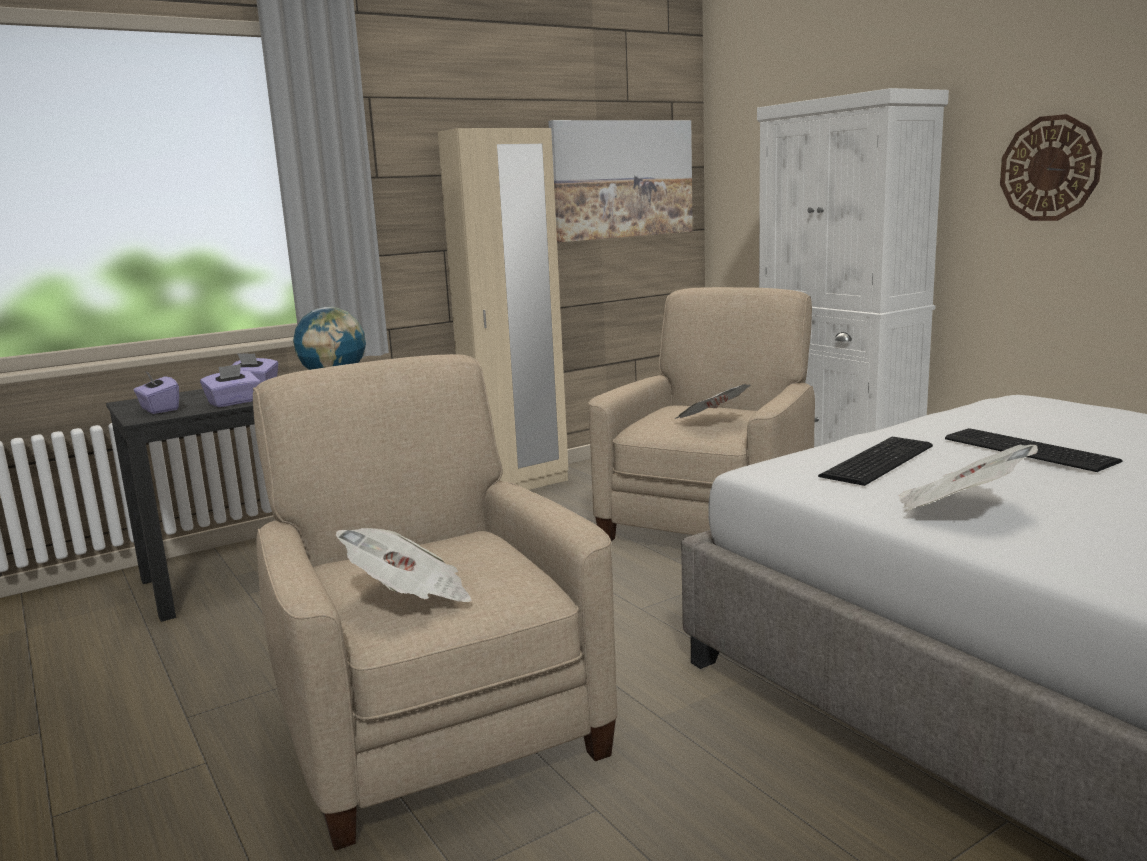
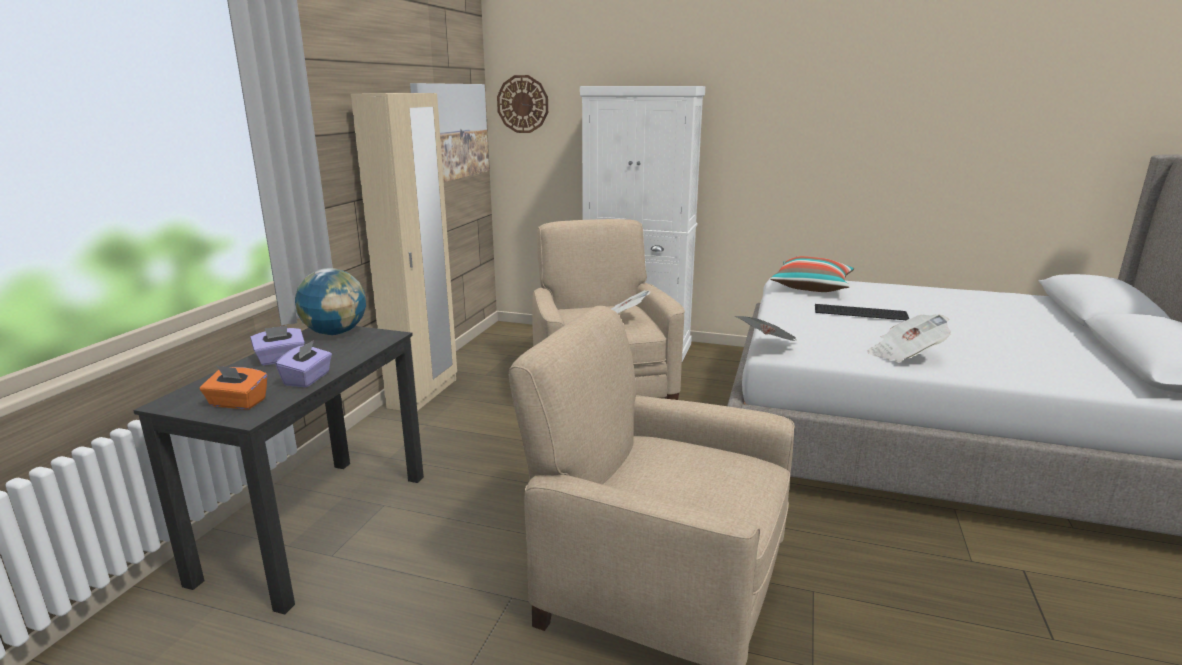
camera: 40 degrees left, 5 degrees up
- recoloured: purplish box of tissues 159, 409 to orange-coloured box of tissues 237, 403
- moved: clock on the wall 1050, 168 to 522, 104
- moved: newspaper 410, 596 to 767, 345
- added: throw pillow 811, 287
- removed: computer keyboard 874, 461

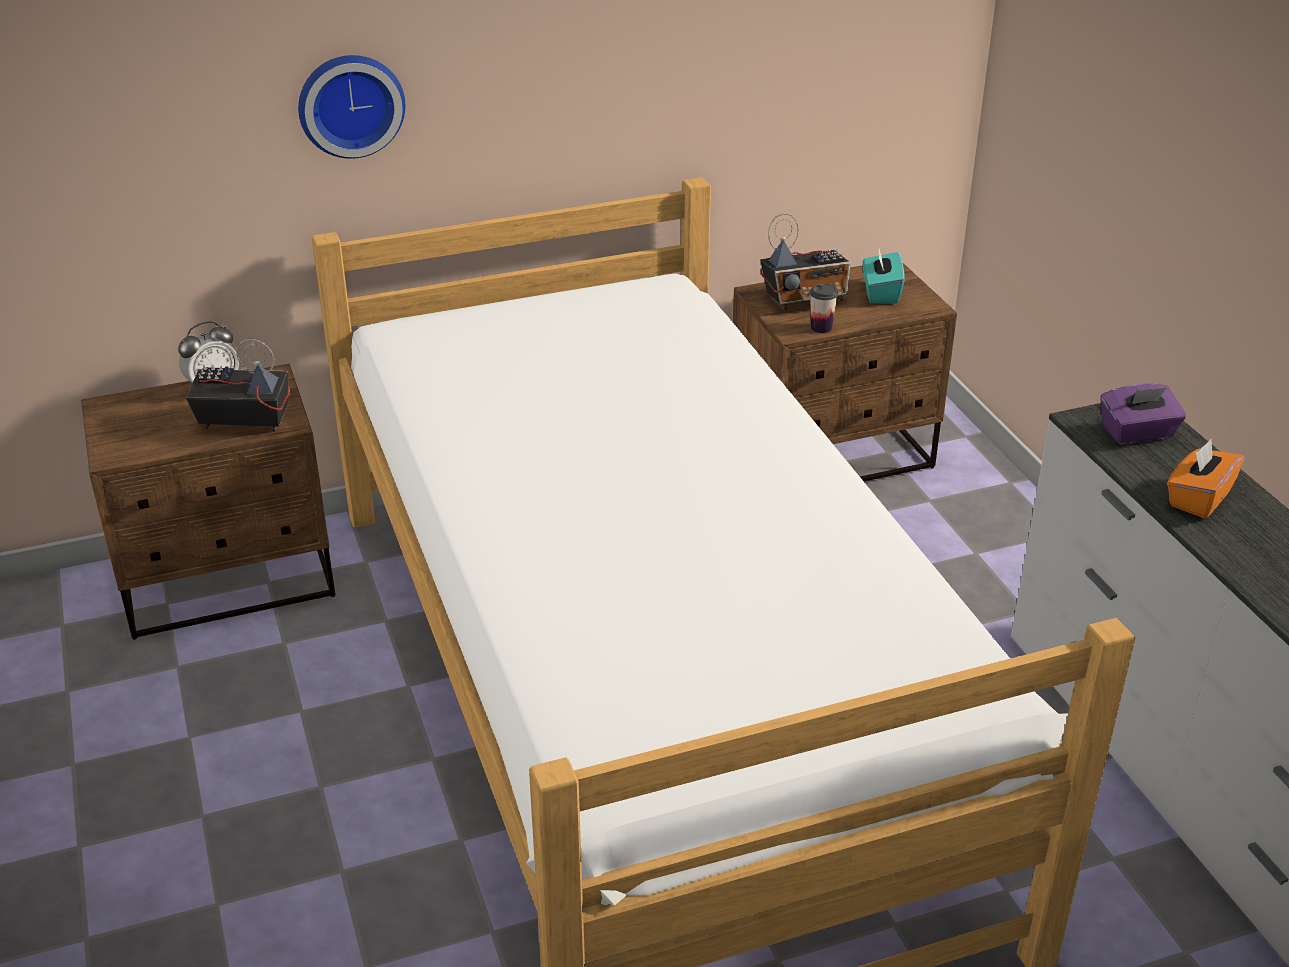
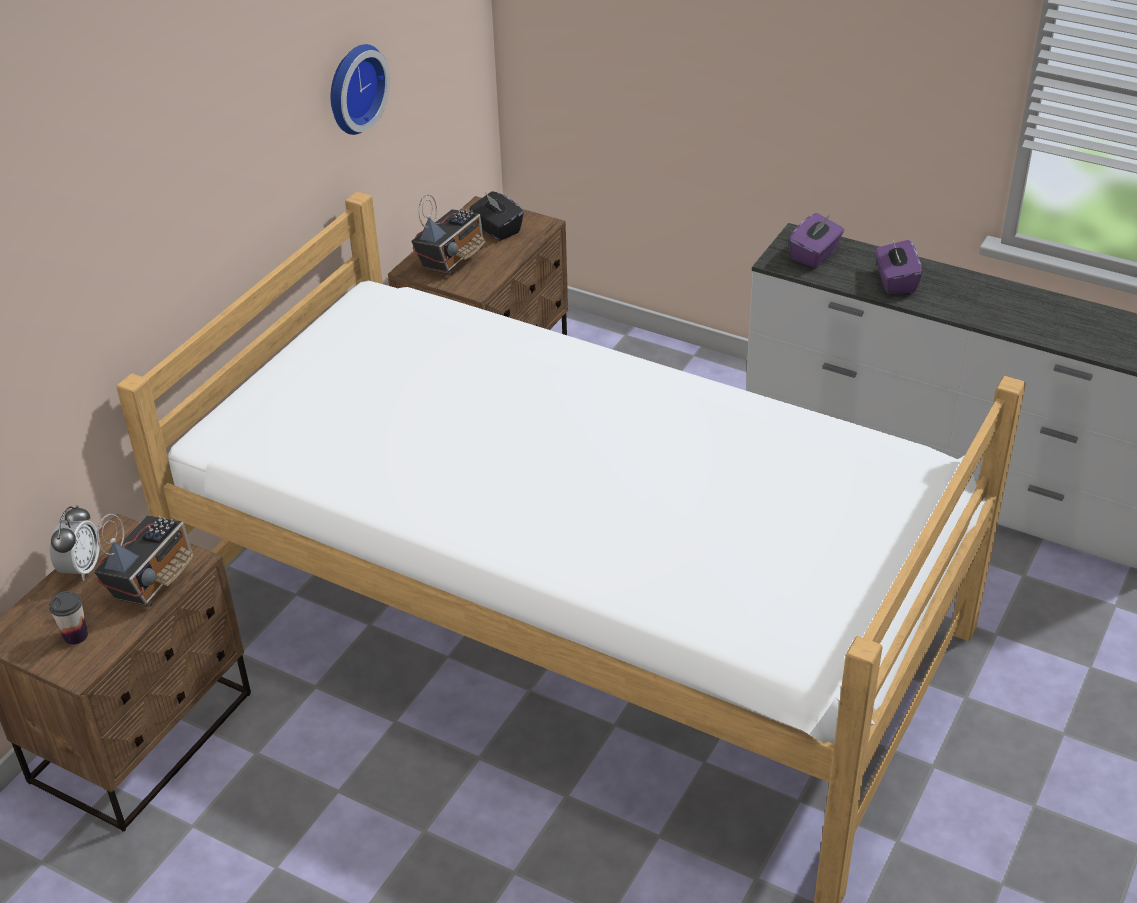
camera: 40 degrees left, 5 degrees up
- moved: drinking cup 821, 328 to 75, 636
- turned: radio receiver 244, 422 = 153, 580 150 degrees clockwise
- moved: clock on the wall 350, 104 to 352, 87
- recoloured: blue-green box of tissues 880, 293 to black-coloured box of tissues 497, 229
- recoloured: orange-coloured box of tissues 1198, 498 to purplish box of tissues 895, 281

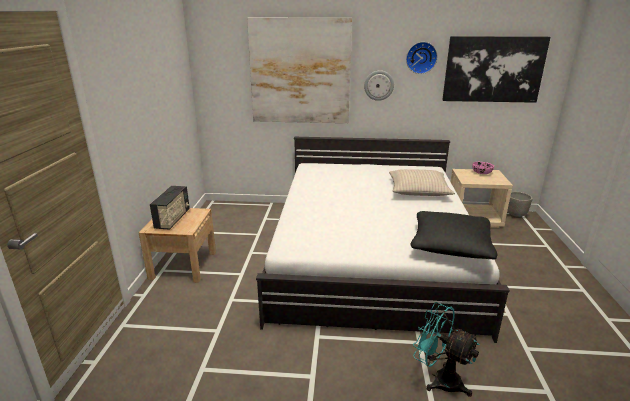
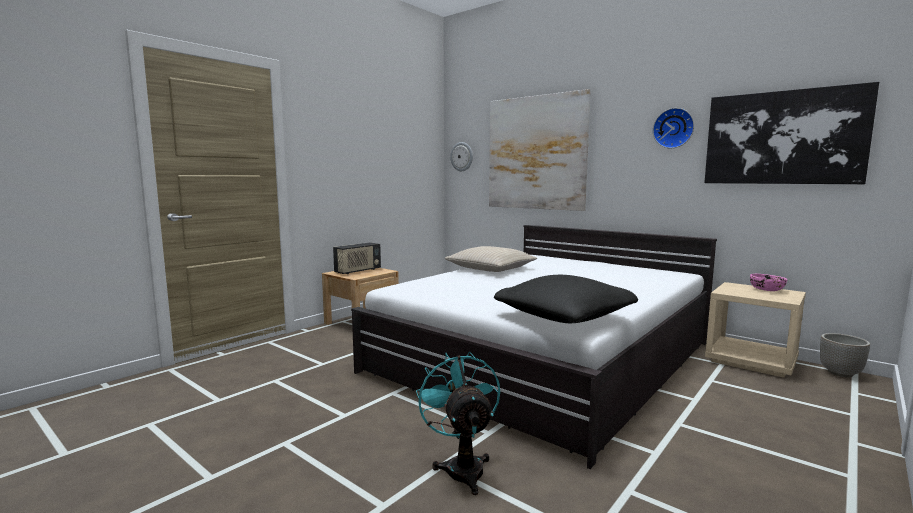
camera: 35 degrees right, 15 degrees down
- moved: beige throw pillow 418, 190 to 490, 269
- moved: clock on the wall 379, 85 to 462, 156

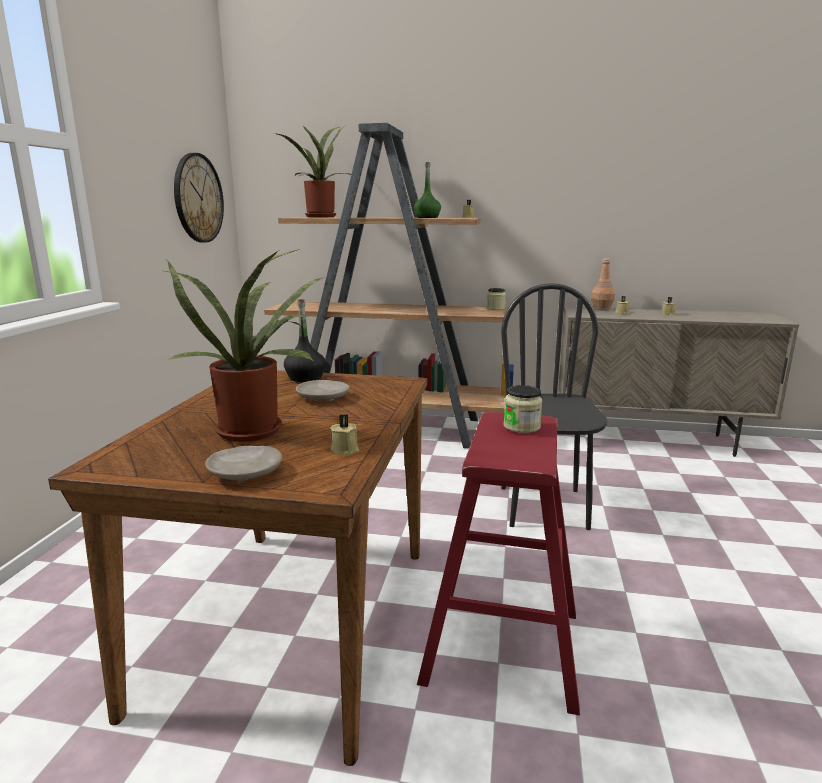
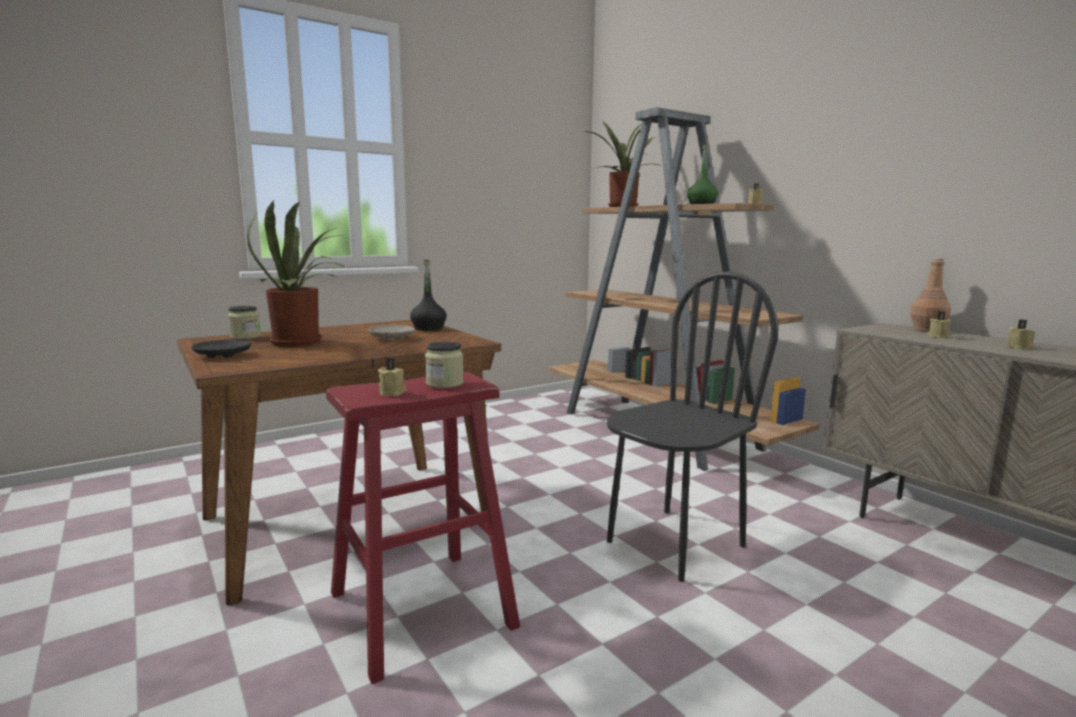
camera: 45 degrees right, 5 degrees down
- recoloured: beige flat dish 246, 473 to black-coloured flat dish 223, 355
- moved: jar 495, 308 to 245, 337
- moved: beige wax candle 345, 449 to 393, 392
- removed: clock on the wall 198, 198

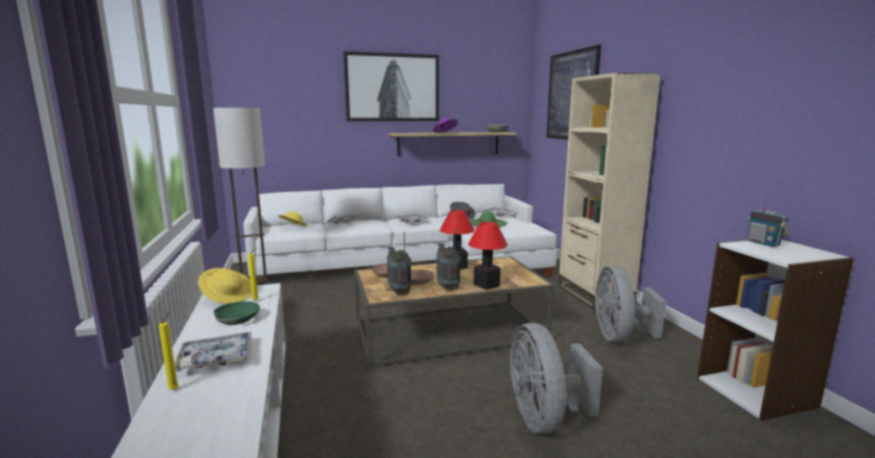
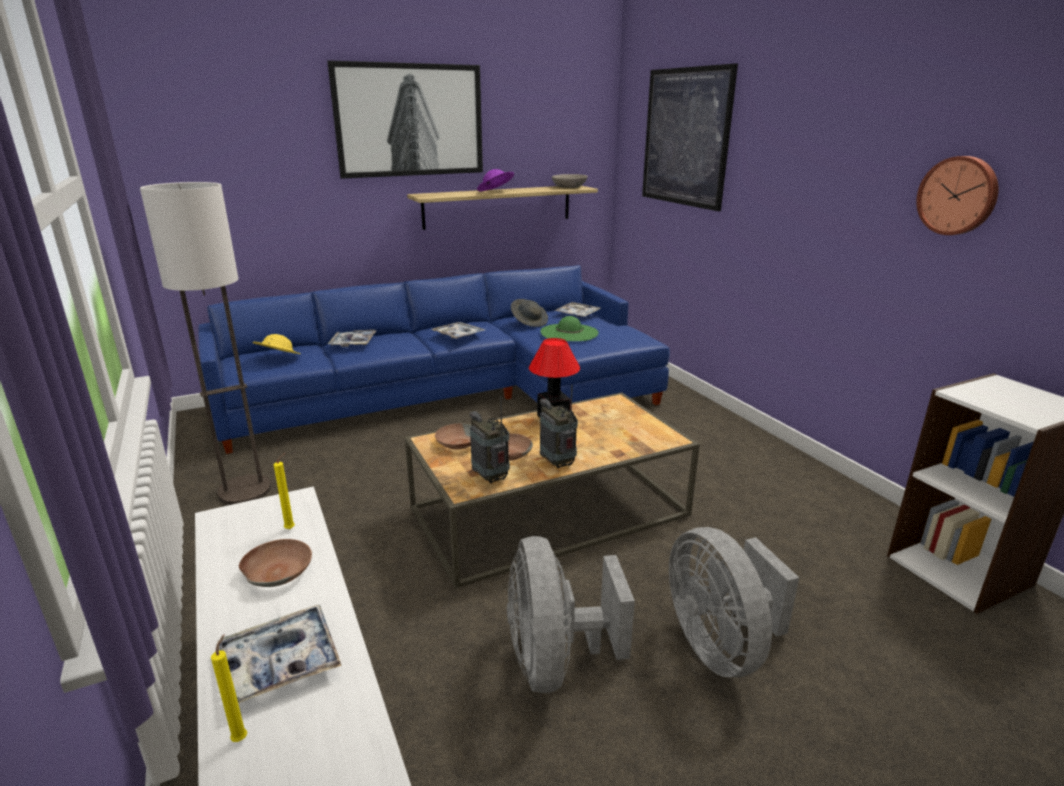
camera: 10 degrees left, 10 degrees up
- recoloured: whitish couch 412, 264 to blue couch 458, 394
- recoloured: greenish deep dish 237, 319 to brown-coloured deep dish 278, 572
- moved: grey cooling fan 619, 337 to 556, 660
- added: clock on the wall 958, 196
- removed: yellow-coloured hat 228, 297
- removed: tabletop lamp 487, 285
- removed: beige shelving unit 594, 294
- removed: radio receiver 764, 243

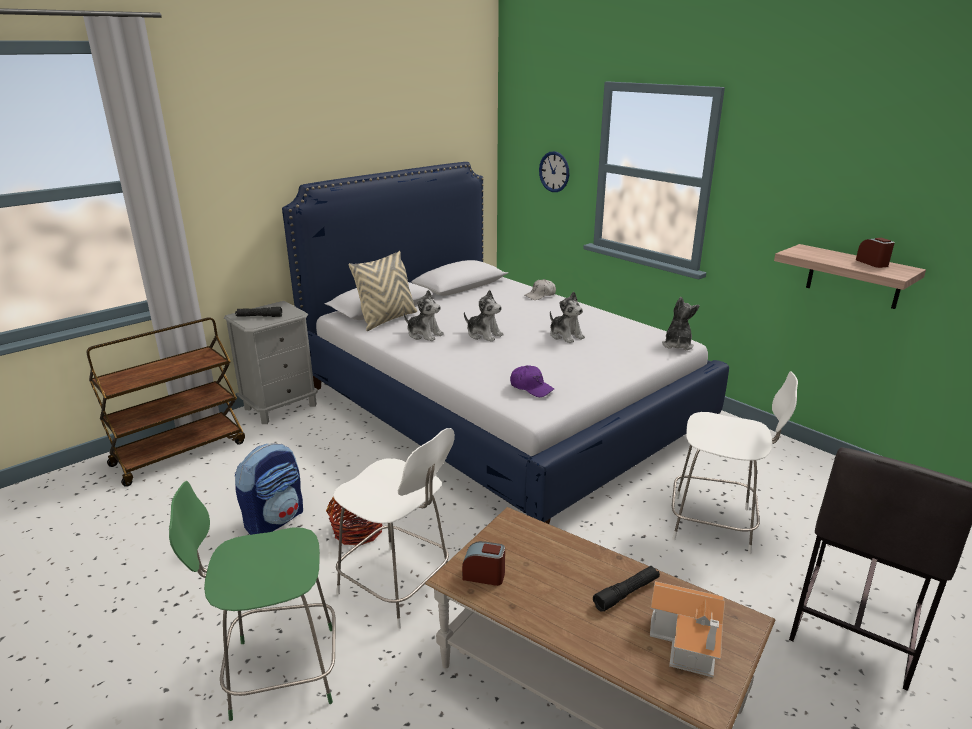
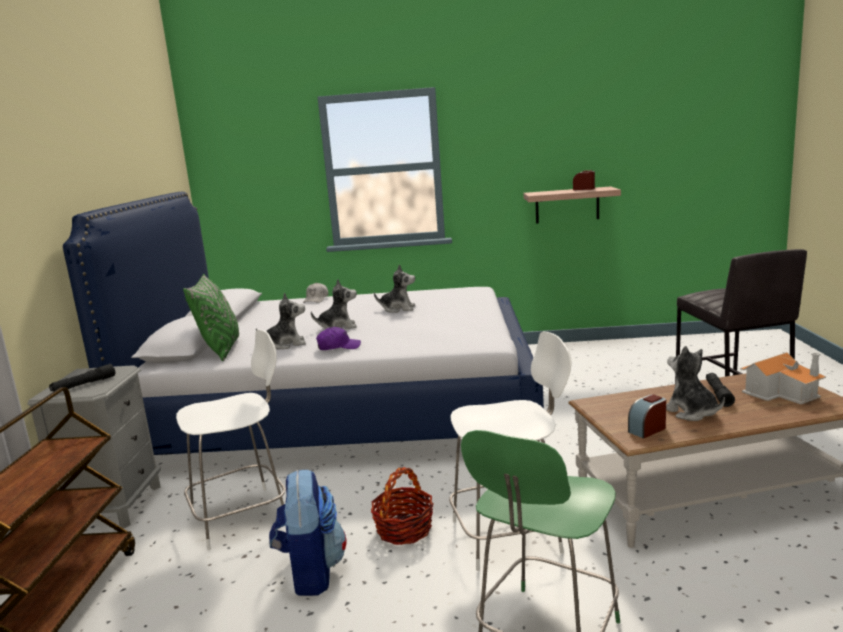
camera: 45 degrees left, 10 degrees down
- moved: whitish chair 715, 524 to 243, 516
- recoloured: beige throw pillow 387, 320 to greenish throw pillow 221, 350
- moved: purplish cap 531, 387 to 338, 347
- moved: soft toy 677, 345 to 691, 412
- removed: clock on the wall 554, 172

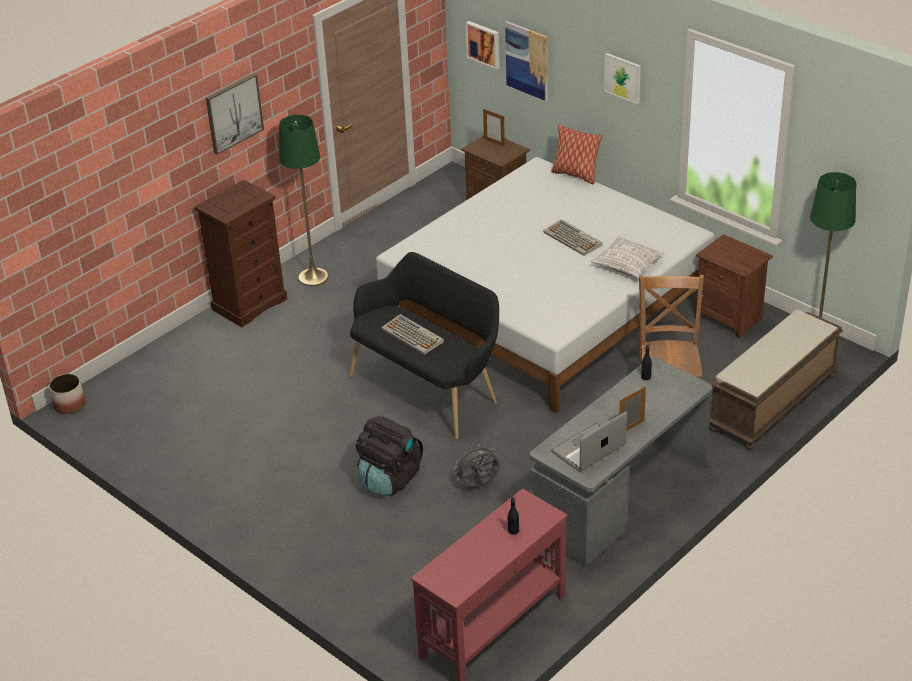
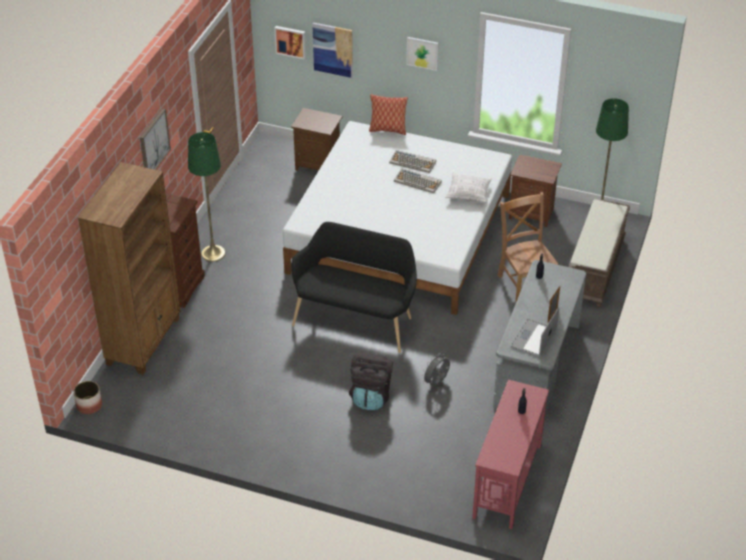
camera: 25 degrees left, 5 degrees up
- added: brown-coloured shelving unit 144, 341
- moved: computer keyboard 413, 335 to 413, 162
- removed: standing frame 494, 142

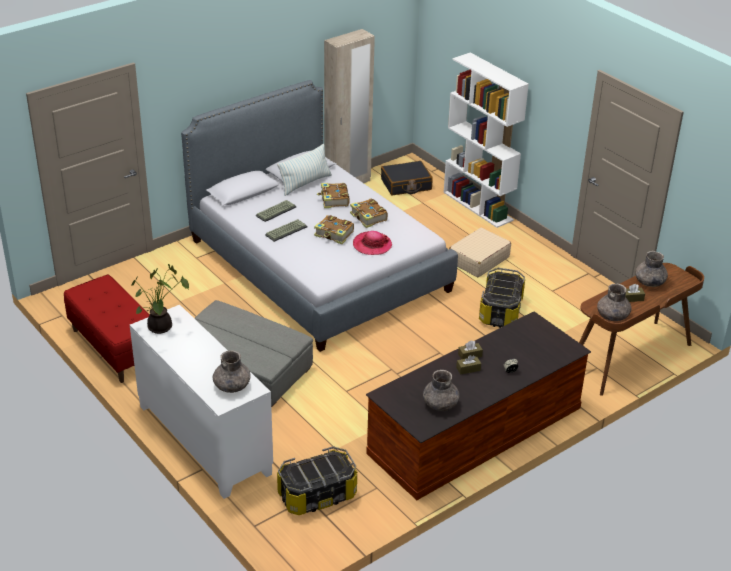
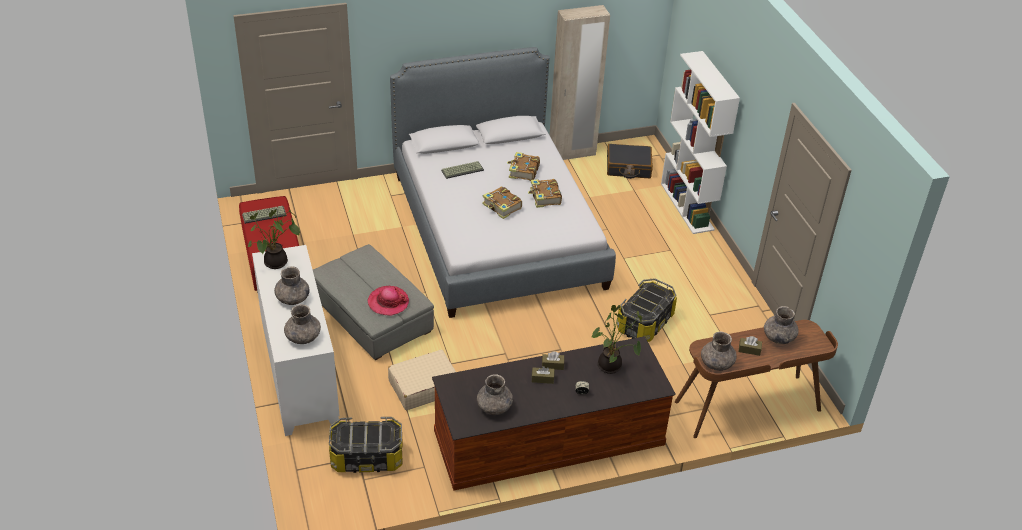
camera: 20 degrees right, 5 degrees up
- moved: computer keyboard 286, 230 to 264, 214
- added: grey flower vase 292, 298
- moved: hat 372, 245 to 388, 302
- moved: beige suitcase 478, 260 to 423, 387
- added: potted plant 611, 367
- removed: throw pillow 305, 183

